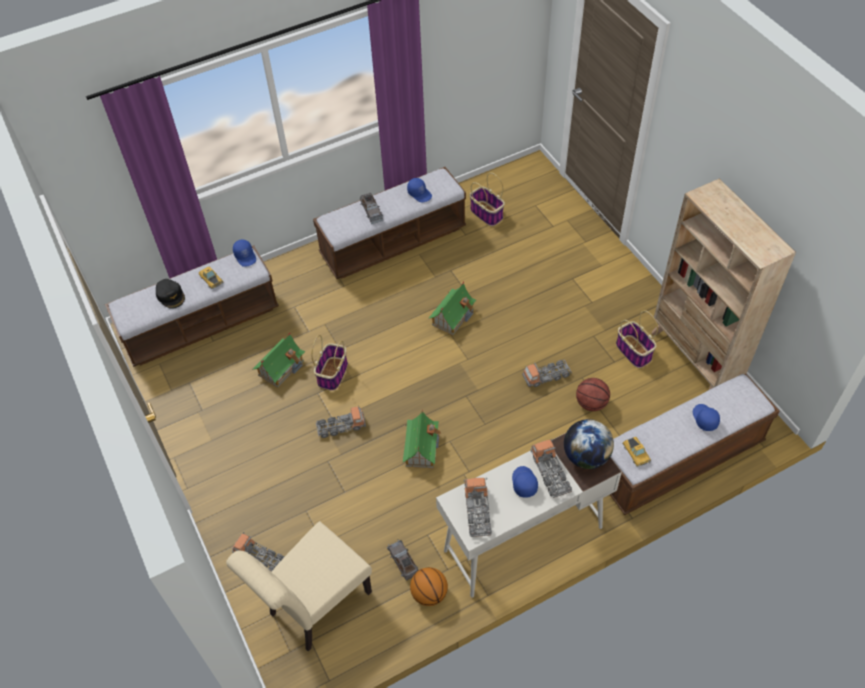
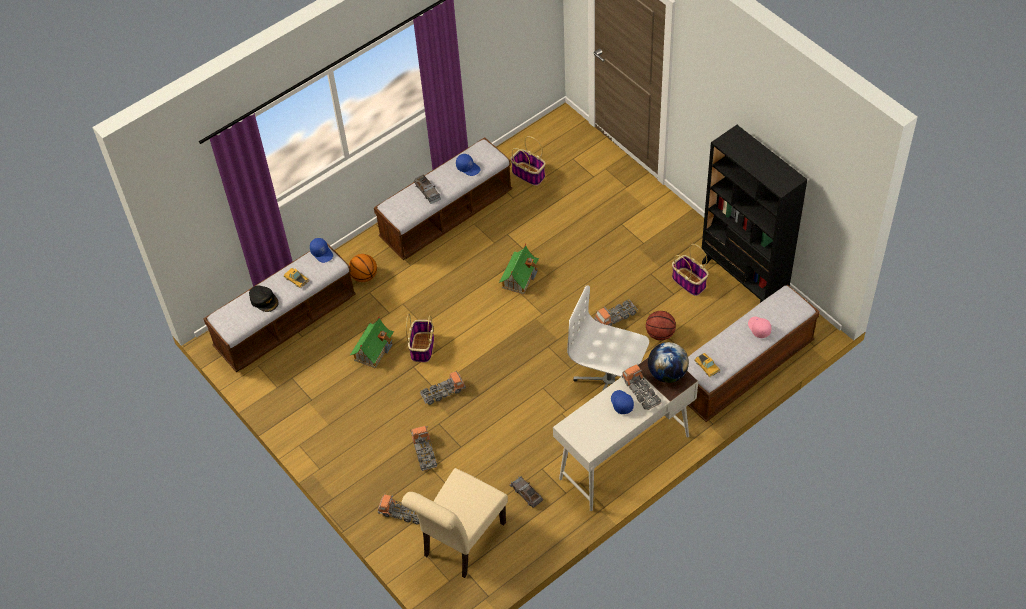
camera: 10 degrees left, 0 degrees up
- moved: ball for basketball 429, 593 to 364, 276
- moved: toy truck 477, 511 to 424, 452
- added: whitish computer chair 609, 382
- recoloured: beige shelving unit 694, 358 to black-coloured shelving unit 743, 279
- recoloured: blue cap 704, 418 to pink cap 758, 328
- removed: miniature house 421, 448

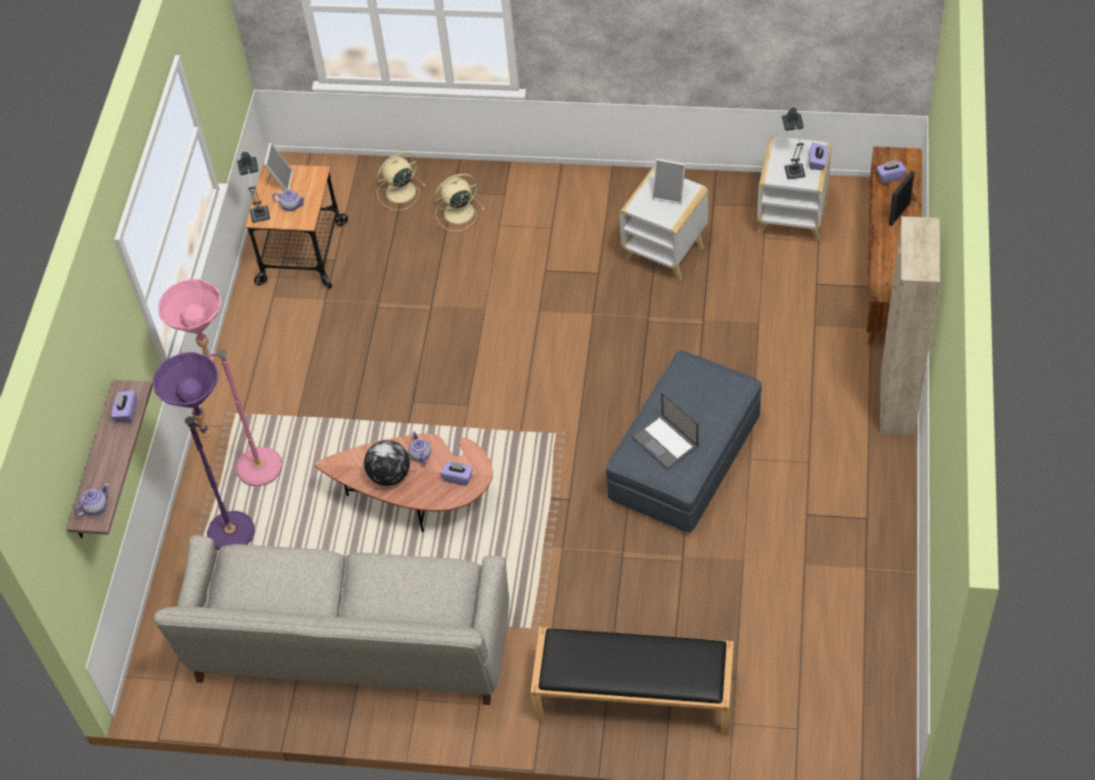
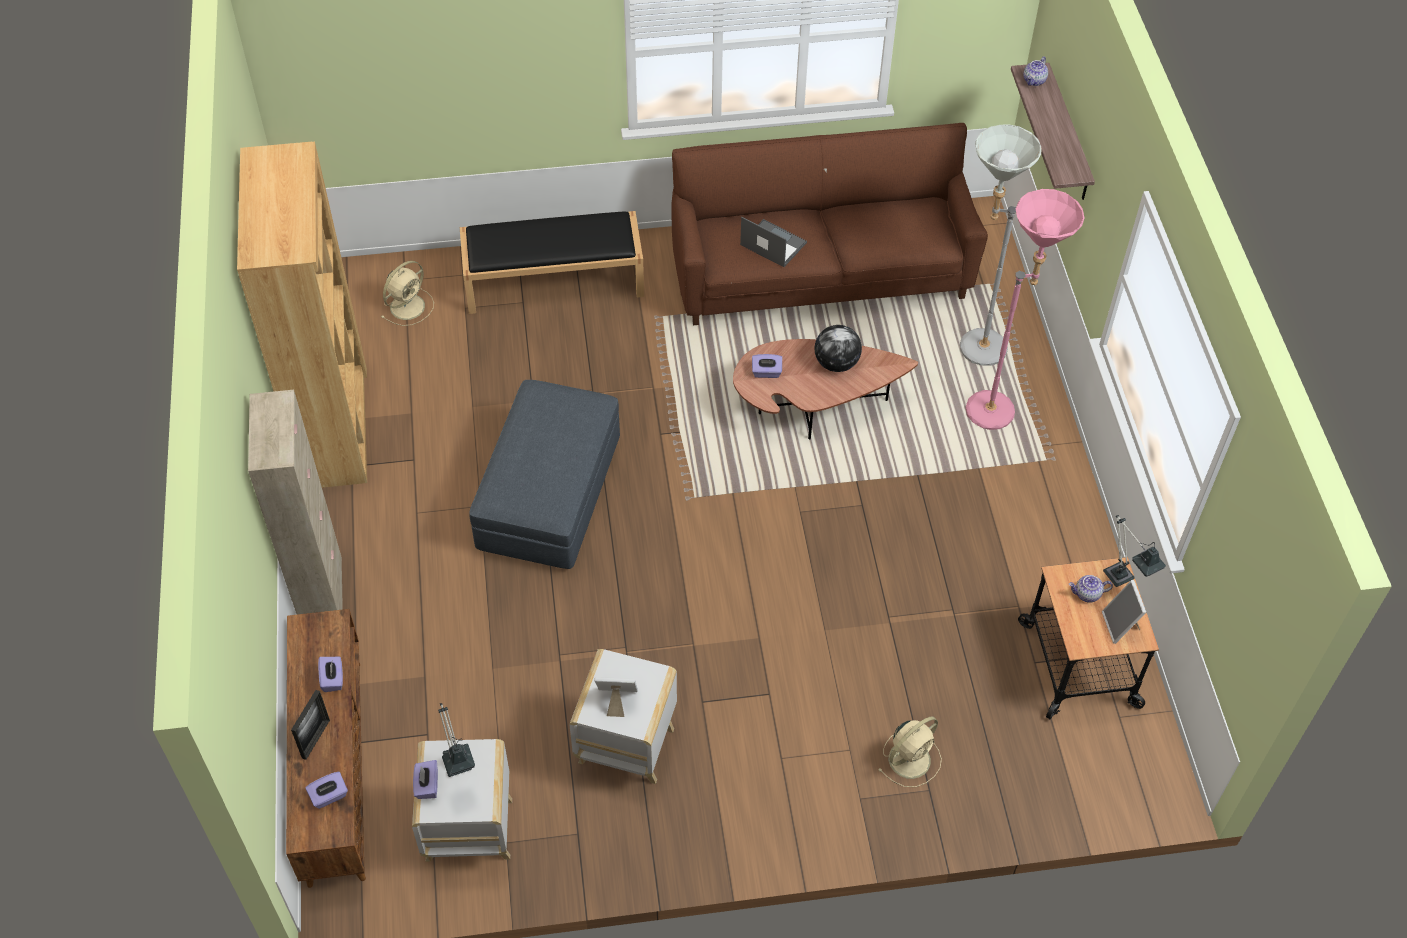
camera: 160 degrees right, 0 degrees up
- added: brown-coloured shelving unit 335, 426
- moved: purplish box of tissues 126, 412 to 333, 679
- moved: beige cooling fan 399, 192 to 408, 306
- recoloured: grey couch 350, 647 to brown-coloured couch 821, 275
- moved: laptop 666, 442 to 772, 244
- recoloured: purplish floor lamp 240, 536 to grey floor lamp 972, 346
- removed: pot for tea 420, 455

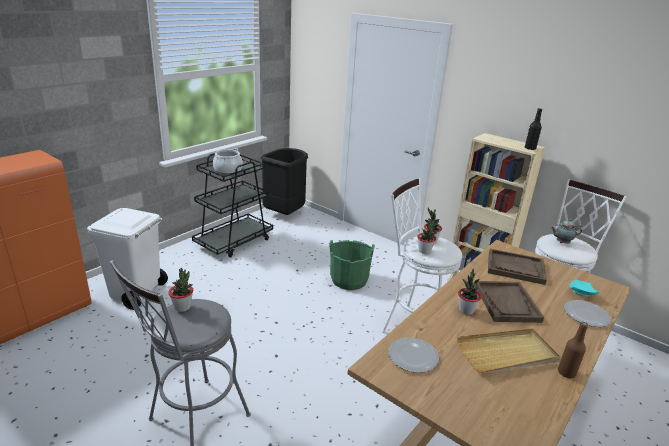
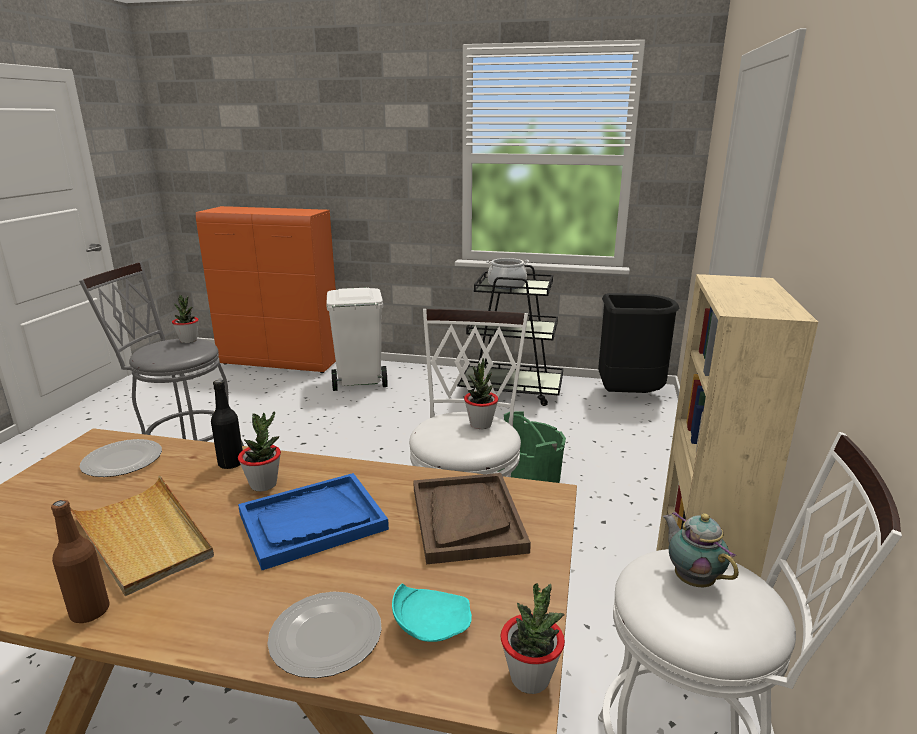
camera: 65 degrees right, 5 degrees down
- moved: black-coloured beverage bottle 530, 148 to 231, 463
- recoloured: brown-coloured tray 507, 303 to blue tray 312, 522
- moved: potted plant 424, 251 to 530, 678

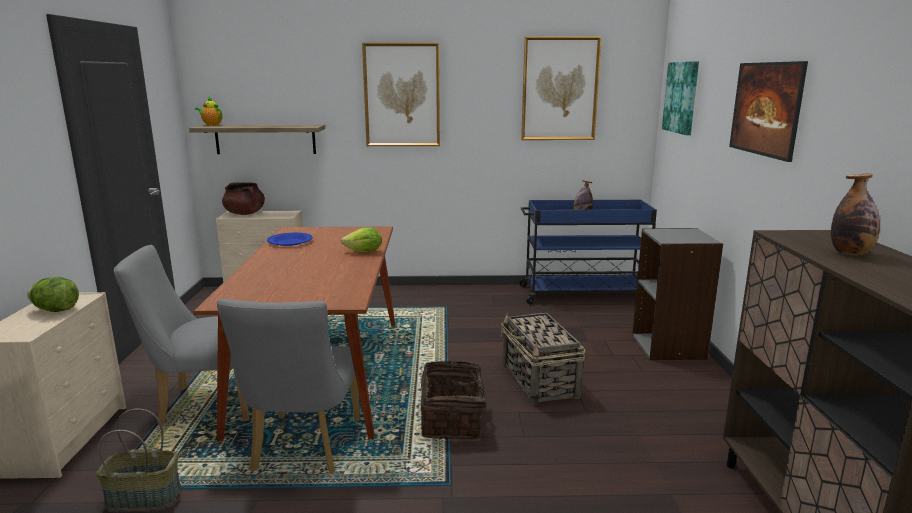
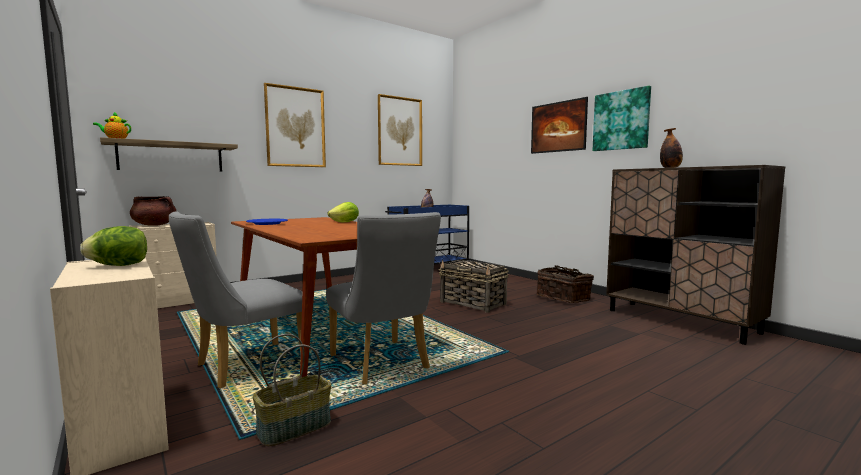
camera: 35 degrees left, 10 degrees down
- moved: storage basket 453, 419 to 564, 298
- moved: wall art 681, 97 to 621, 120
- removed: grey shelving unit 669, 347

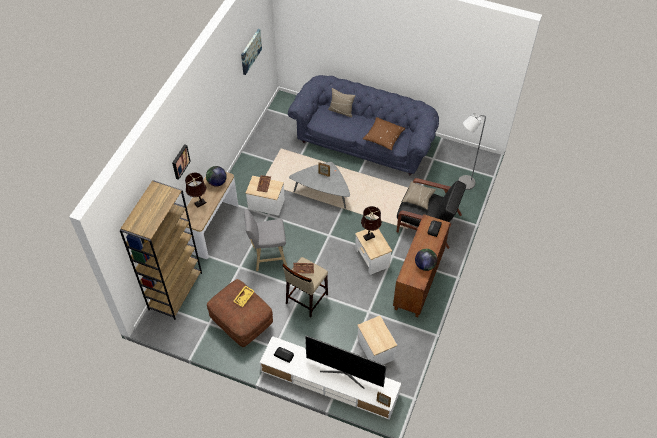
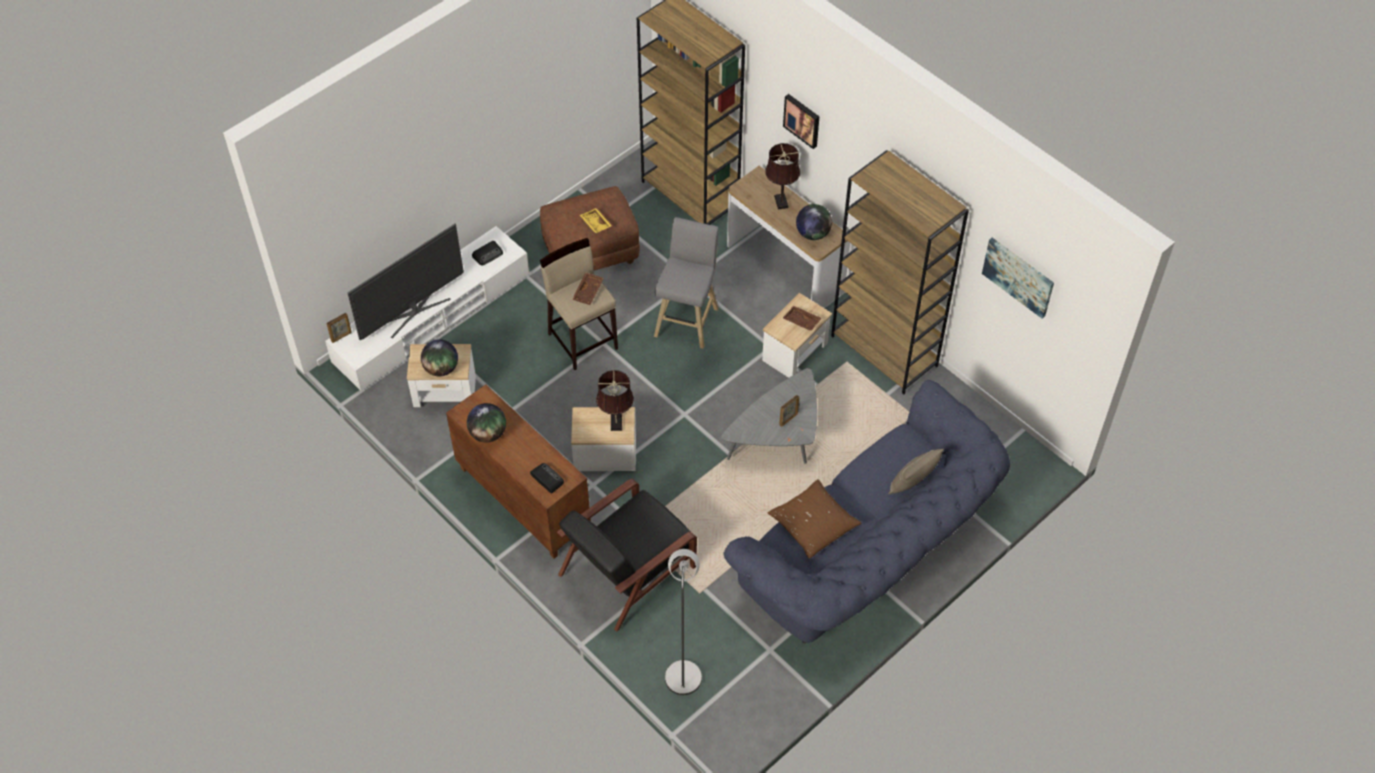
camera: 115 degrees right, 0 degrees up
- added: globe 441, 368
- added: brown-coloured shelving unit 885, 351
- removed: beige throw pillow 418, 198

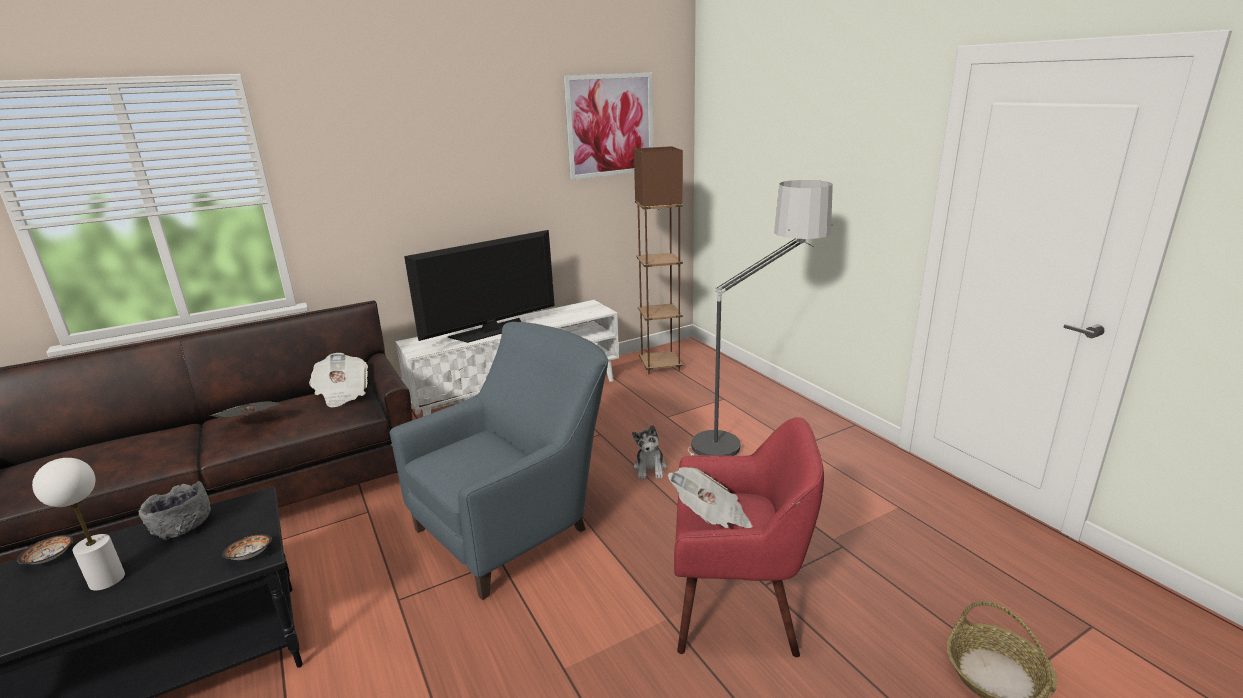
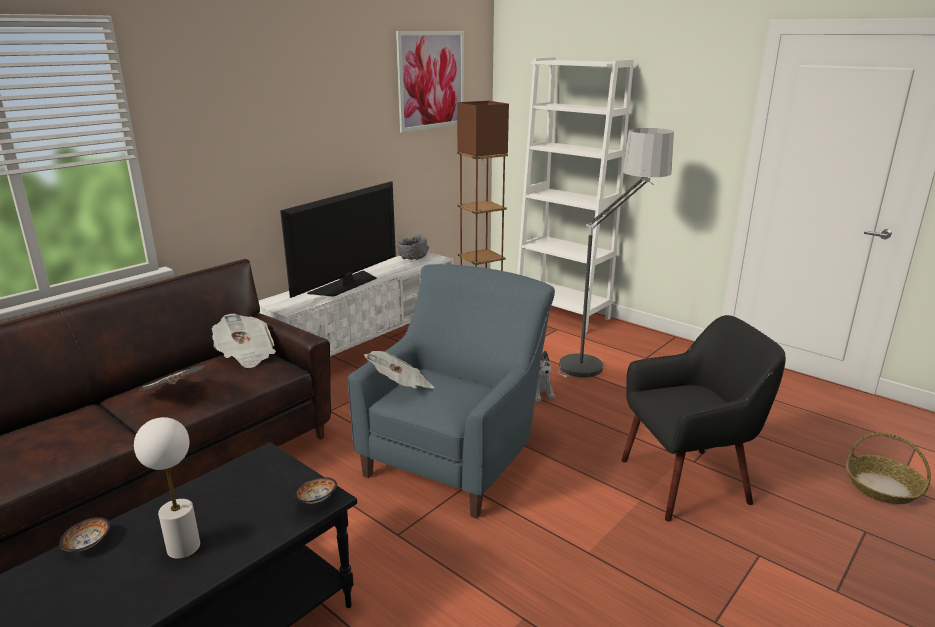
camera: 20 degrees left, 0 degrees up
- moved: newspaper 710, 517 to 400, 386
- moved: grey deep dish 182, 526 to 413, 257
- added: whitish shelving unit 561, 315
- recoloured: reddish armchair 737, 608 to black-coloured armchair 686, 482

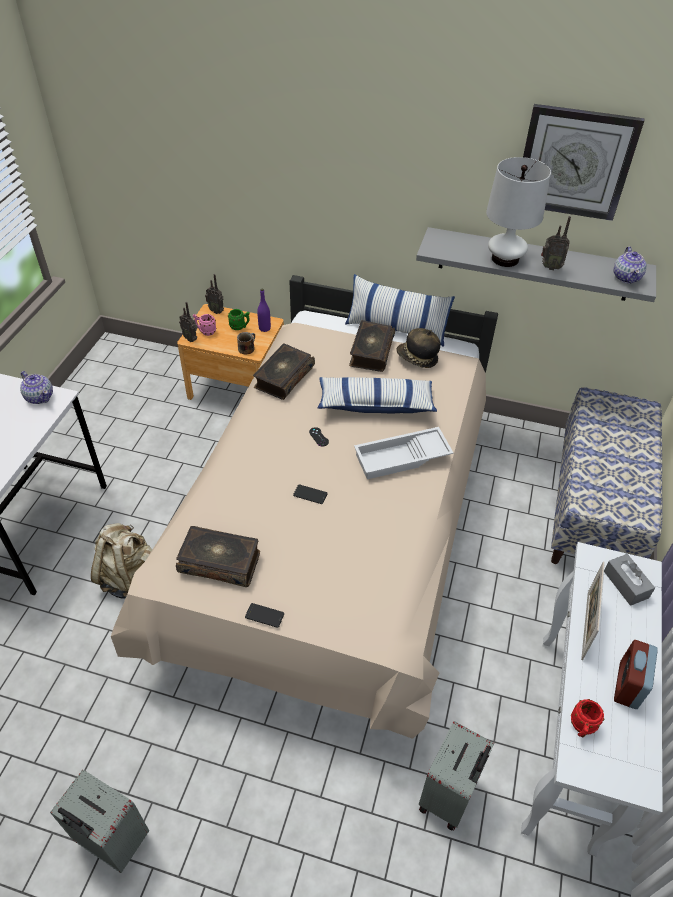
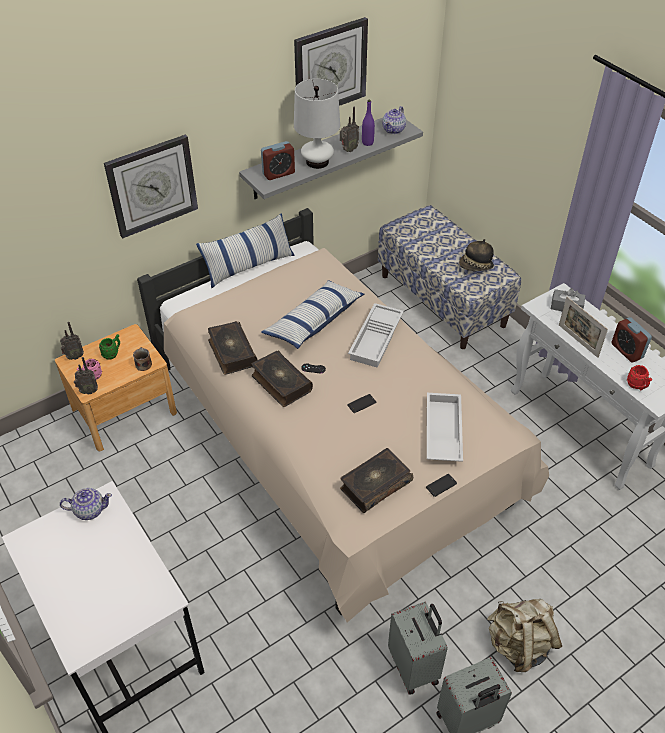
camera: 50 degrees left, 0 degrees up
- added: clock on the wall 152, 186
- moved: bound book 370, 352 to 280, 383
- added: alarm clock 278, 173
- moved: purplish beverage bottle 264, 328 to 367, 143
- turned: pot for tea 626, 277 = 394, 129 75 degrees clockwise
- moved: grey suitcase 449, 796 to 415, 666
- added: whitish tray 441, 432
- moved: hat 417, 359 to 475, 266
- moved: beige backpack 131, 579 to 519, 645

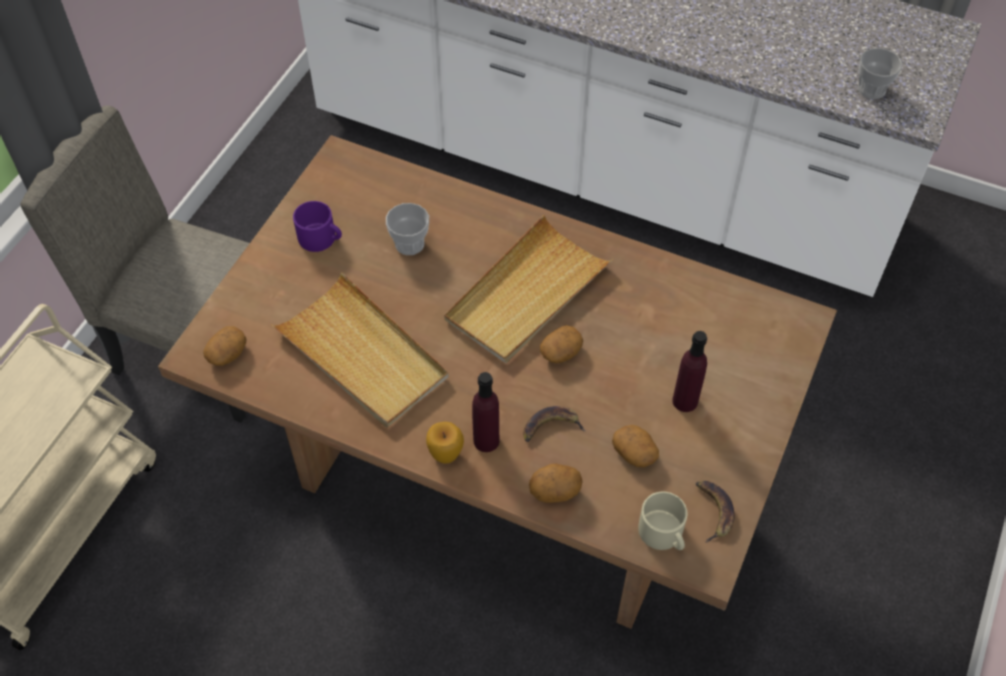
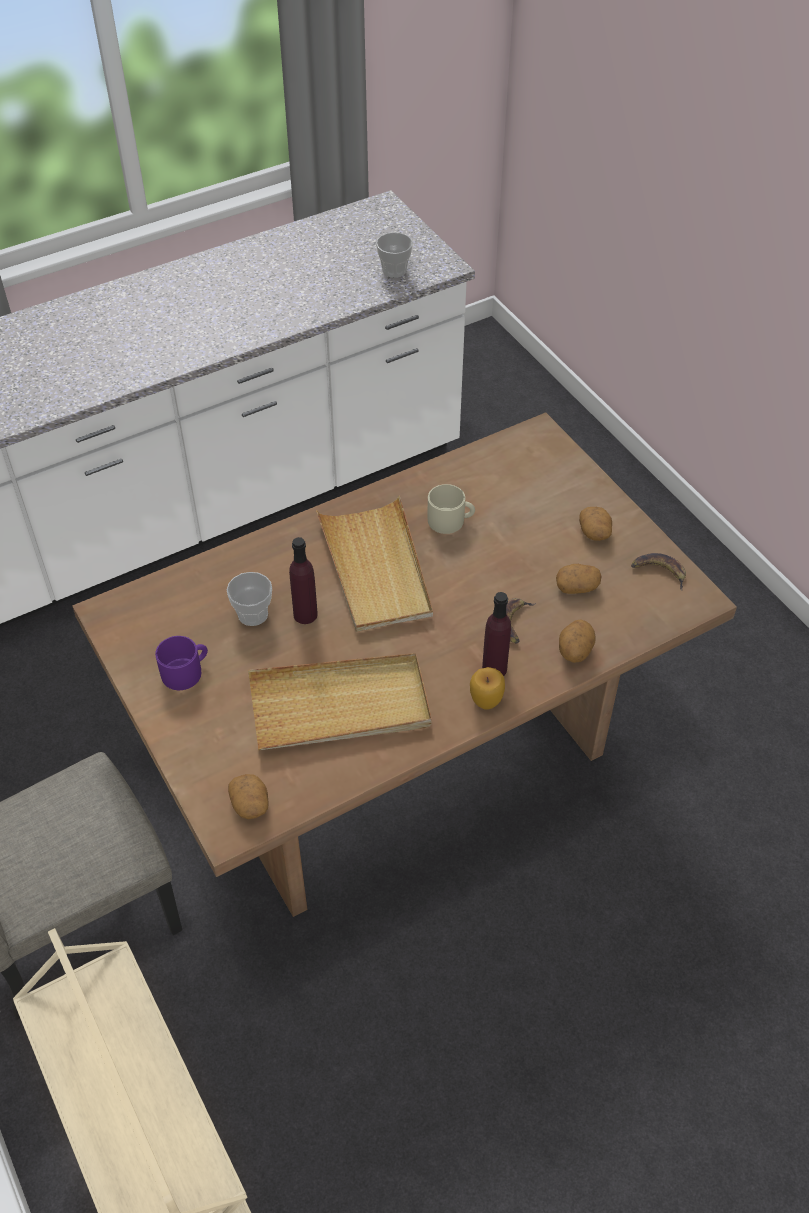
camera: 55 degrees left, 5 degrees down
- moved: purplish beverage bottle 685, 401 to 305, 614
- moved: beige mug 663, 534 to 450, 520
- moved: potato 561, 352 to 595, 532

